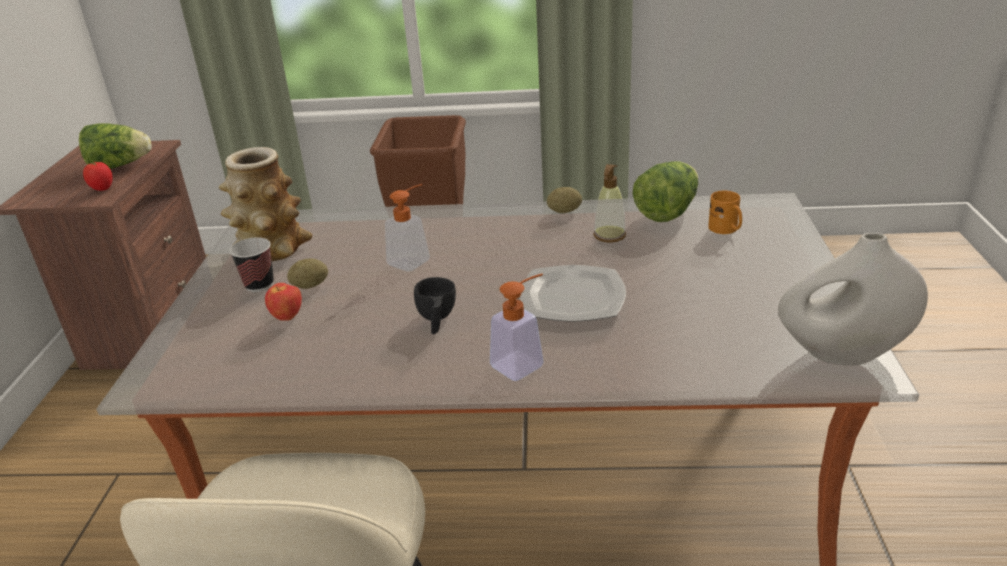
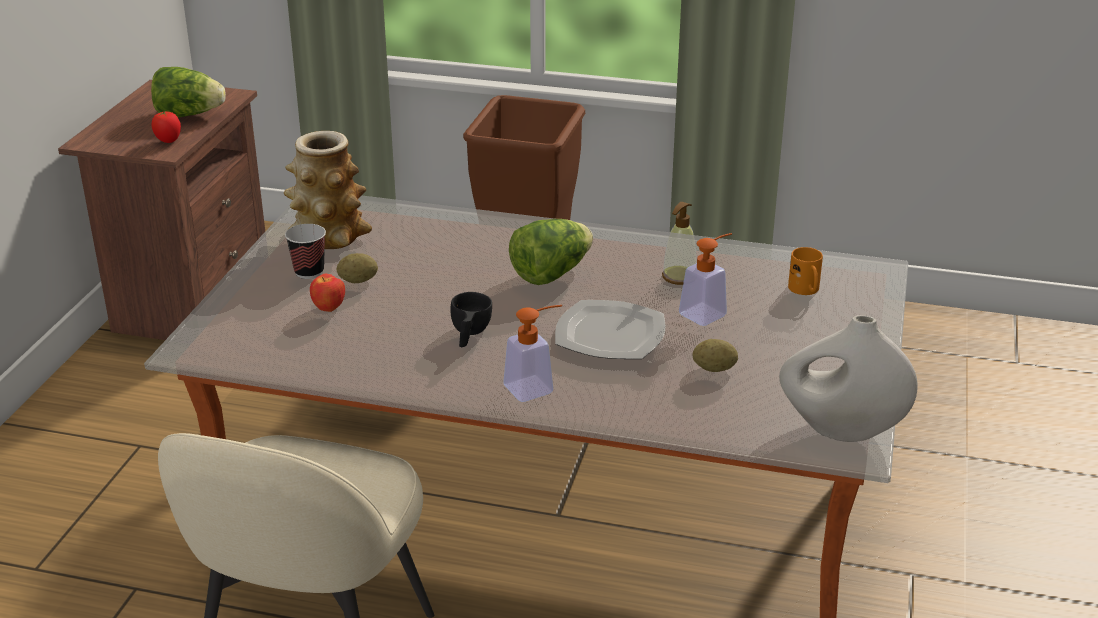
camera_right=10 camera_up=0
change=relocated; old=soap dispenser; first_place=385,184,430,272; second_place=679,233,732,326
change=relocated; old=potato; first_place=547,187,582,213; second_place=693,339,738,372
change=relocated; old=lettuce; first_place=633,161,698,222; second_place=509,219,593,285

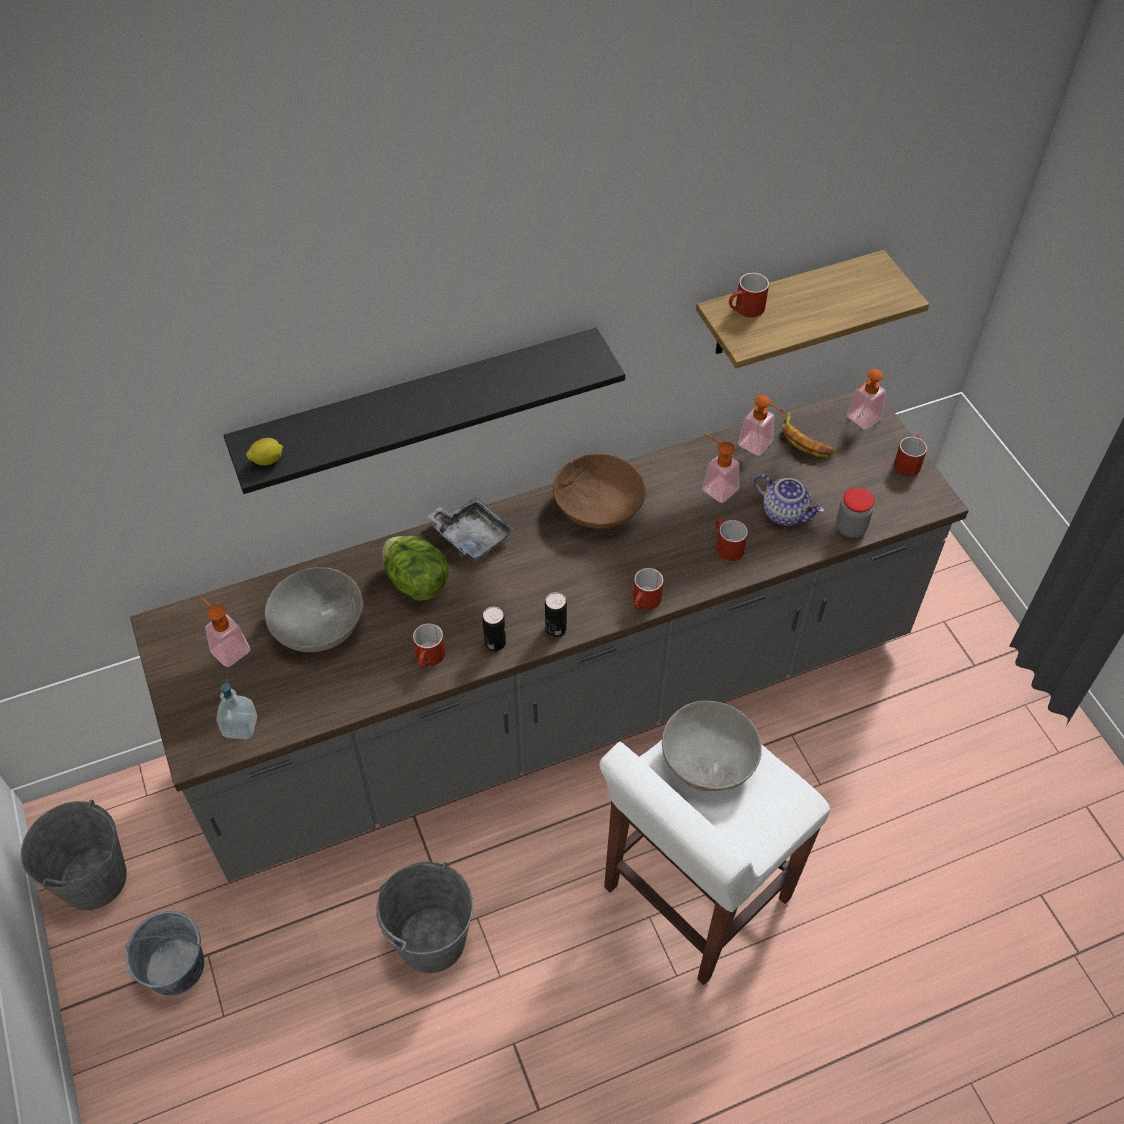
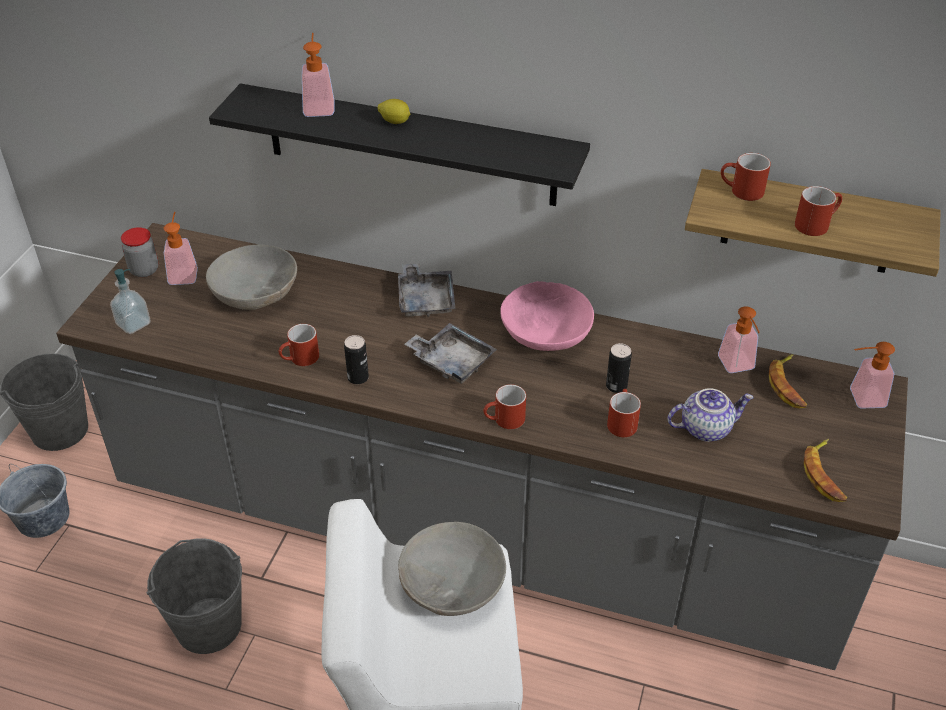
camera_right=40 camera_up=-10
change=missing; old=lettuce; first_place=382,536,449,601
change=appeared; new=tray/grey; second_place=405,323,497,384
change=appeared; new=banana; second_place=803,439,847,502
change=relocated; old=lemon; first_place=246,438,283,465; second_place=378,99,410,124
change=relocated; old=can; first_place=545,592,567,637; second_place=606,343,632,393
change=relocated; old=soap dispenser; first_place=702,433,740,503; second_place=302,33,335,117
change=relocated; old=jar; first_place=836,488,874,538; second_place=121,227,158,277
change=relocated; old=mug/red; first_place=894,434,927,476; second_place=795,186,843,236
change=colour; old=bowl/brown; new=bowl/pink; first_place=553,454,646,529; second_place=500,281,594,351
change=spun; old=teapot; first_place=754,474,824,525; second_place=667,388,754,442; degrees=-90

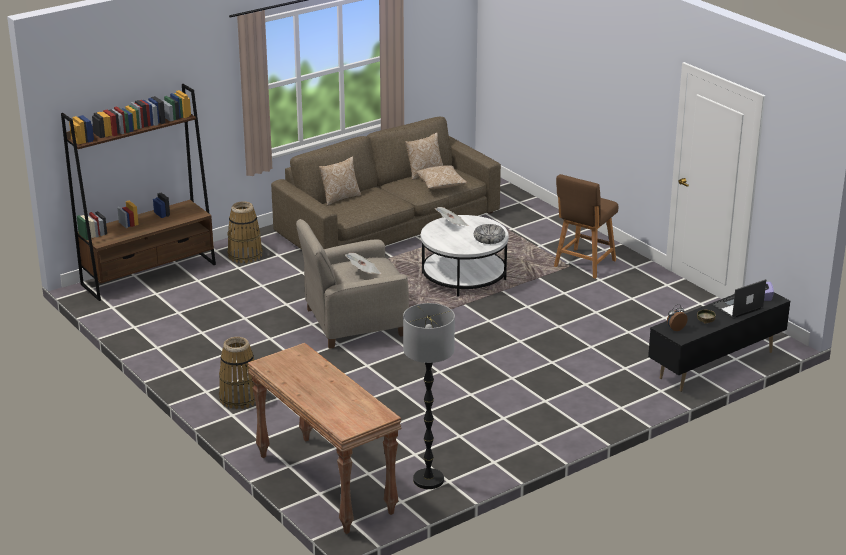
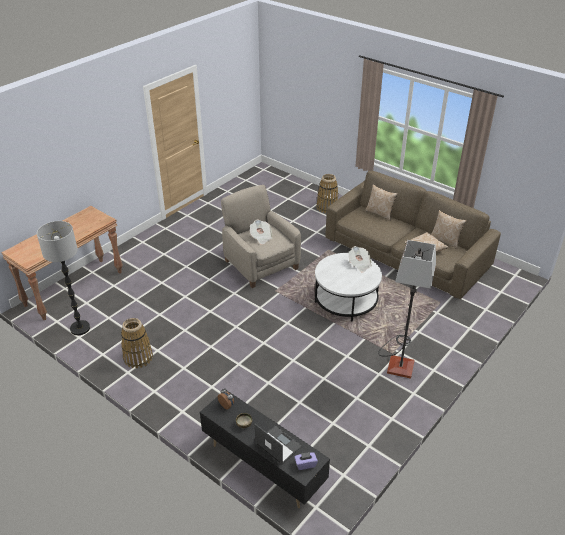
camera_right=75 camera_up=10
change=missing; old=bookcase/brown; first_place=61,84,216,301
change=missing; old=bowl; first_place=474,224,505,244
change=relocated; old=basket; first_place=219,337,255,409; second_place=121,318,153,368
change=exchanged; old=stool/brown; new=floor lamp; first_place=554,174,618,279; second_place=378,240,436,379

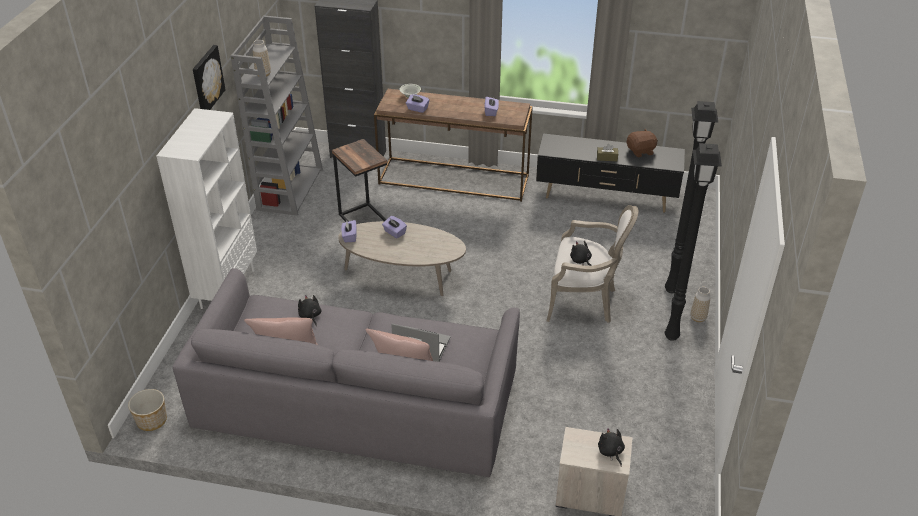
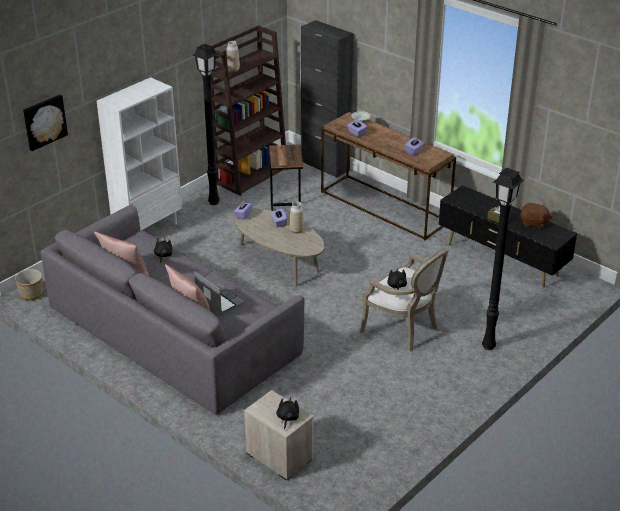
camera_right=30 camera_up=-5
change=relocated; old=picture; first_place=193,45,225,110; second_place=23,95,68,151
change=relocated; old=floor lamp/black; first_place=665,143,722,341; second_place=193,44,220,205
change=relocated; old=vase; first_place=691,287,711,322; second_place=290,201,304,233
change=colour; old=bookcase/grey; new=bookcase/brown; first_place=231,15,323,216; second_place=211,25,288,196

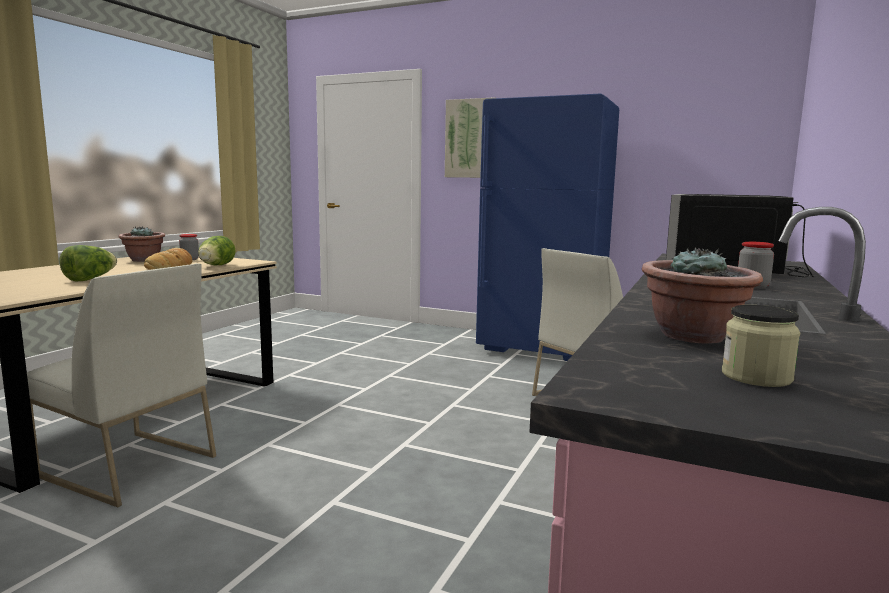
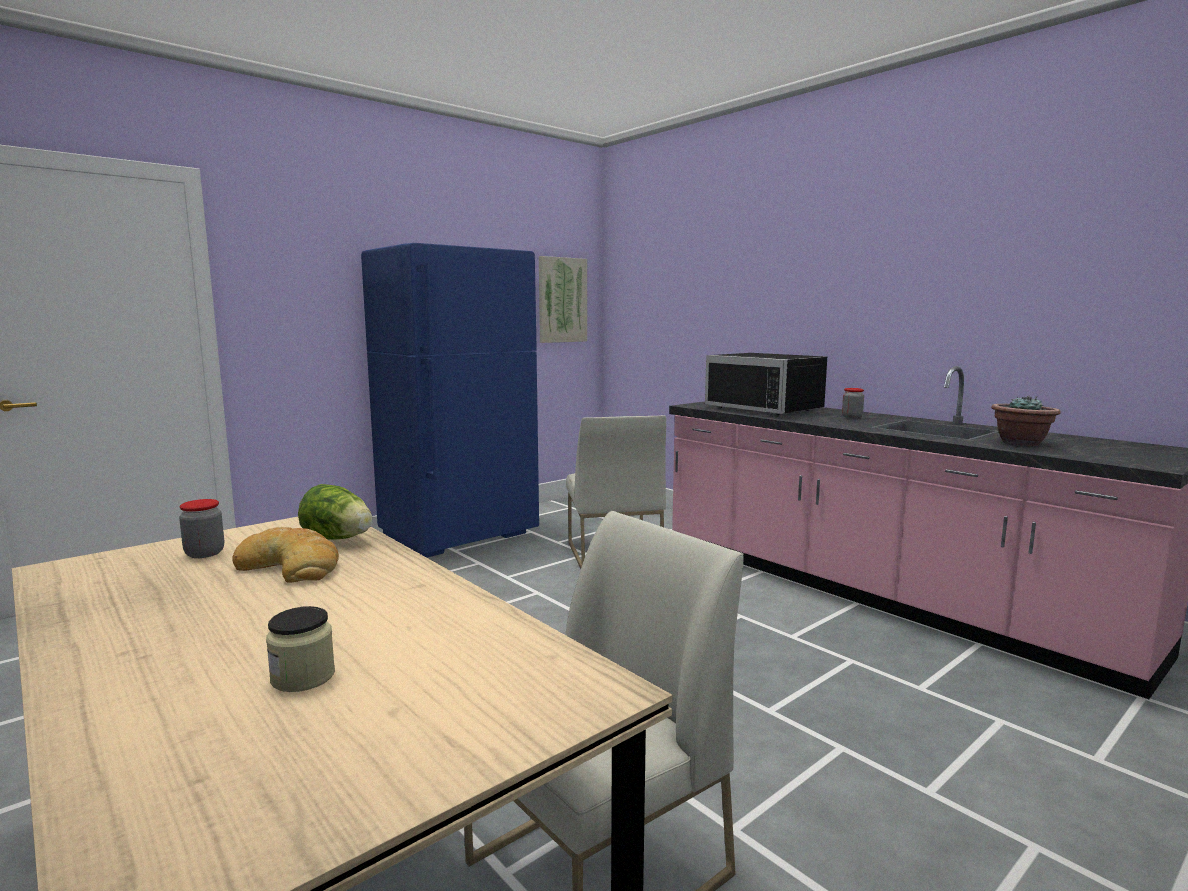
camera_right=-65 camera_up=0
change=missing; old=lettuce; first_place=59,245,117,281
change=missing; old=potted plant; first_place=119,226,165,262
change=relocated; old=picture; first_place=445,97,495,178; second_place=539,256,587,343
change=relocated; old=jar; first_place=722,305,800,387; second_place=266,606,335,692

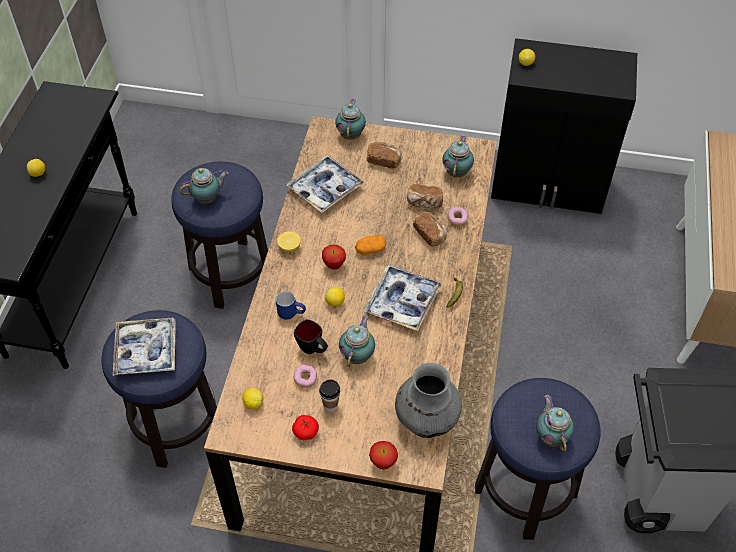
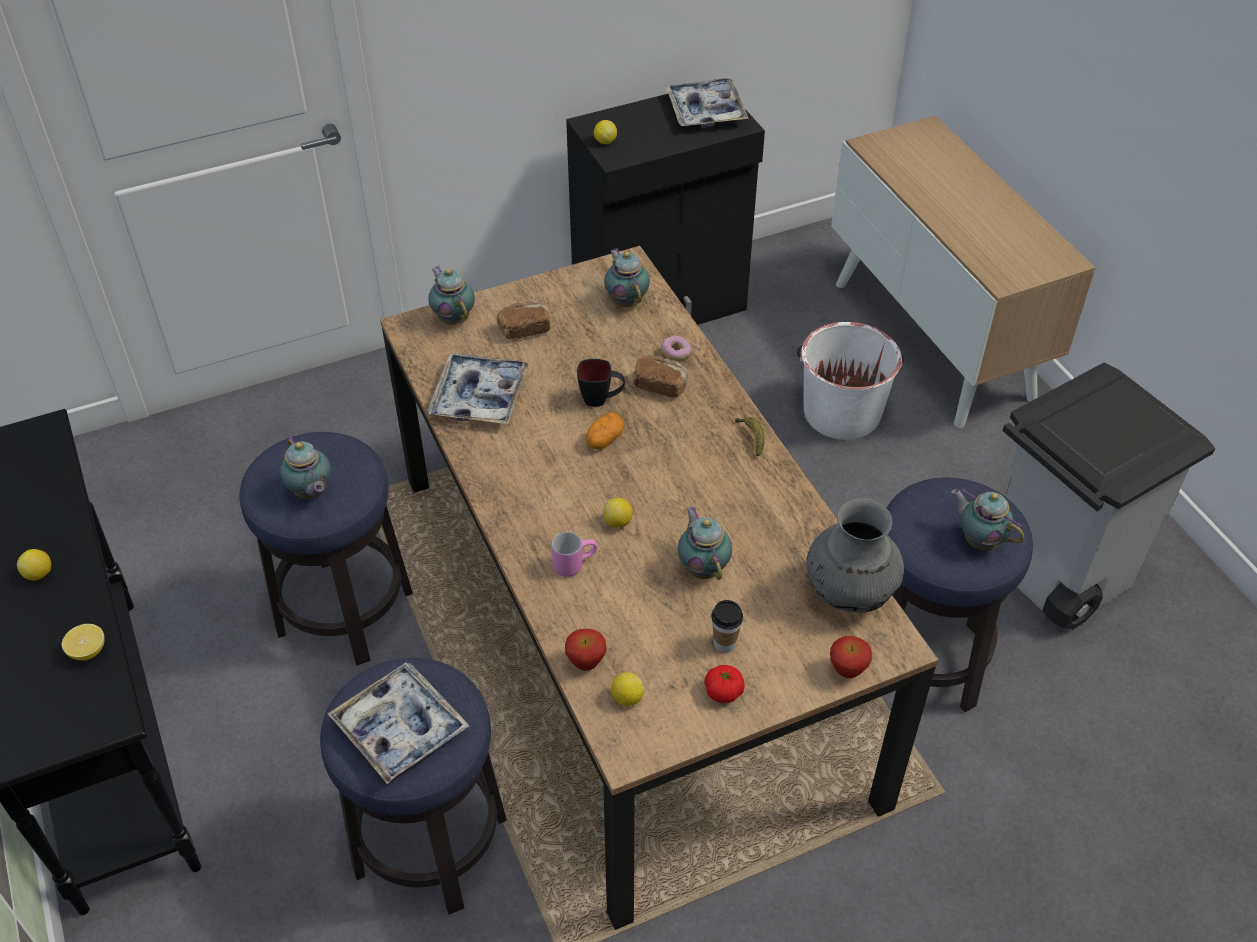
camera_right=-35 camera_up=-5
change=missing; old=donut; first_place=294,365,317,388
change=missing; old=bread; first_place=407,184,443,209
change=appeared; new=bucket/white; second_place=797,322,904,440
change=relocated; old=lemon; first_place=277,232,301,252; second_place=61,624,105,661
change=relocated; old=mug/black; first_place=294,319,328,355; second_place=577,359,625,407
change=relocated; old=apple; first_place=322,245,346,270; second_place=565,629,606,671
change=relocated; old=tray; first_place=364,265,442,331; second_place=666,78,749,128
change=colour; old=mug/blue; new=mug/pink; first_place=276,291,306,320; second_place=552,532,597,577
change=spun; old=teapot; first_place=180,168,229,204; second_place=280,435,331,499; degrees=120

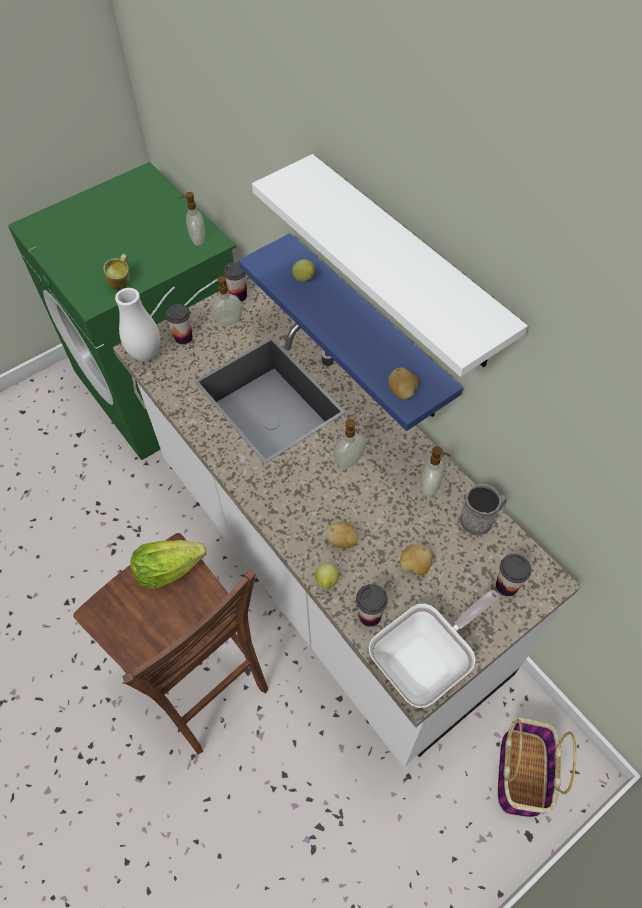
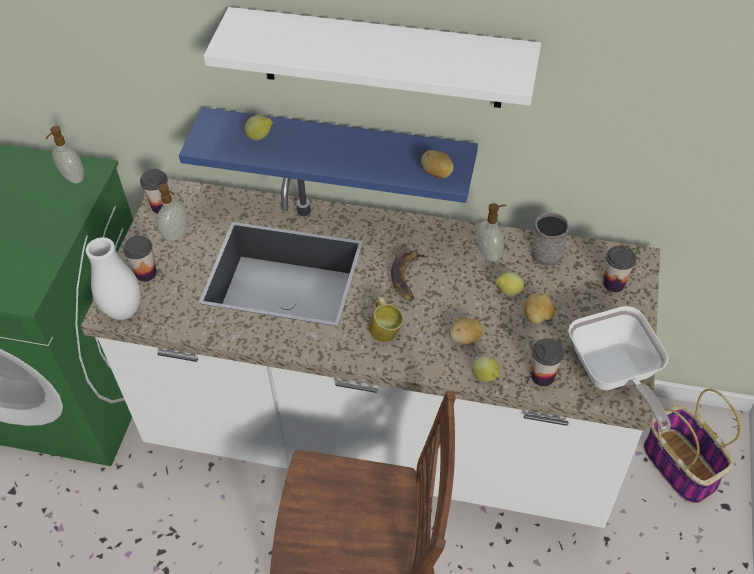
camera_right=-40 camera_up=-5
change=missing; old=lettuce; first_place=130,540,206,589
change=appeared; new=lemon; second_place=495,272,524,296
change=relocated; old=mug; first_place=103,254,130,289; second_place=369,297,404,342
change=exchanged; old=soap dispenser; new=banana; first_place=333,419,366,469; second_place=391,250,429,301
change=spun; old=frying pan; first_place=369,590,500,708; second_place=568,306,671,432; degrees=150

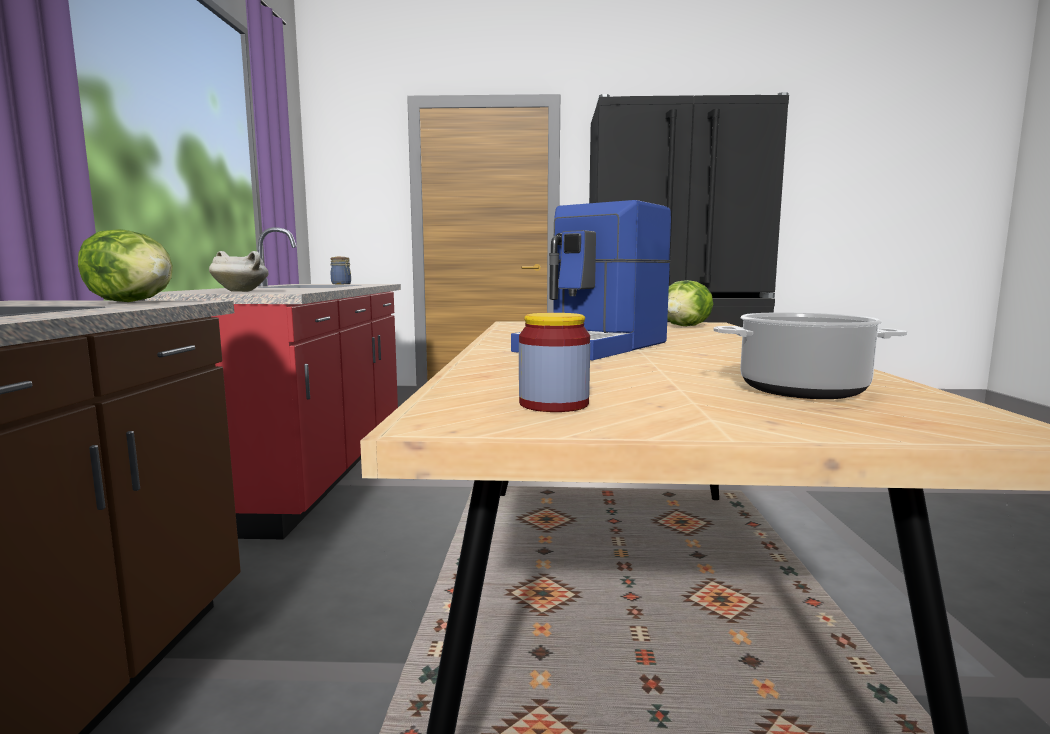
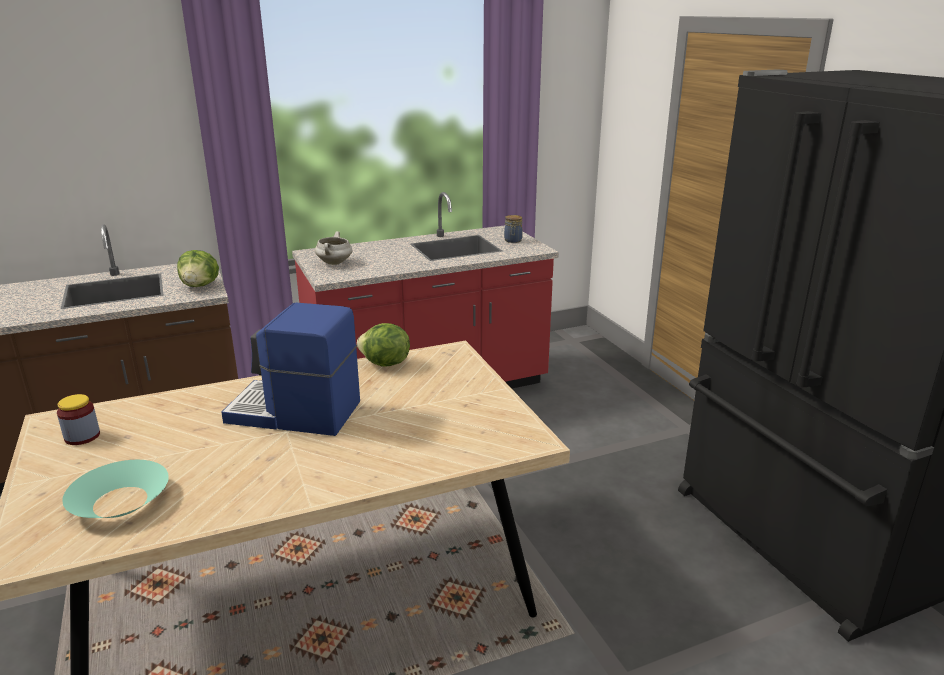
camera_right=65 camera_up=15
change=relocated; old=lettuce; first_place=667,280,713,326; second_place=357,323,410,367
change=exchanged; old=cooking pot; new=bowl/turquoise; first_place=713,313,908,399; second_place=62,460,169,518

